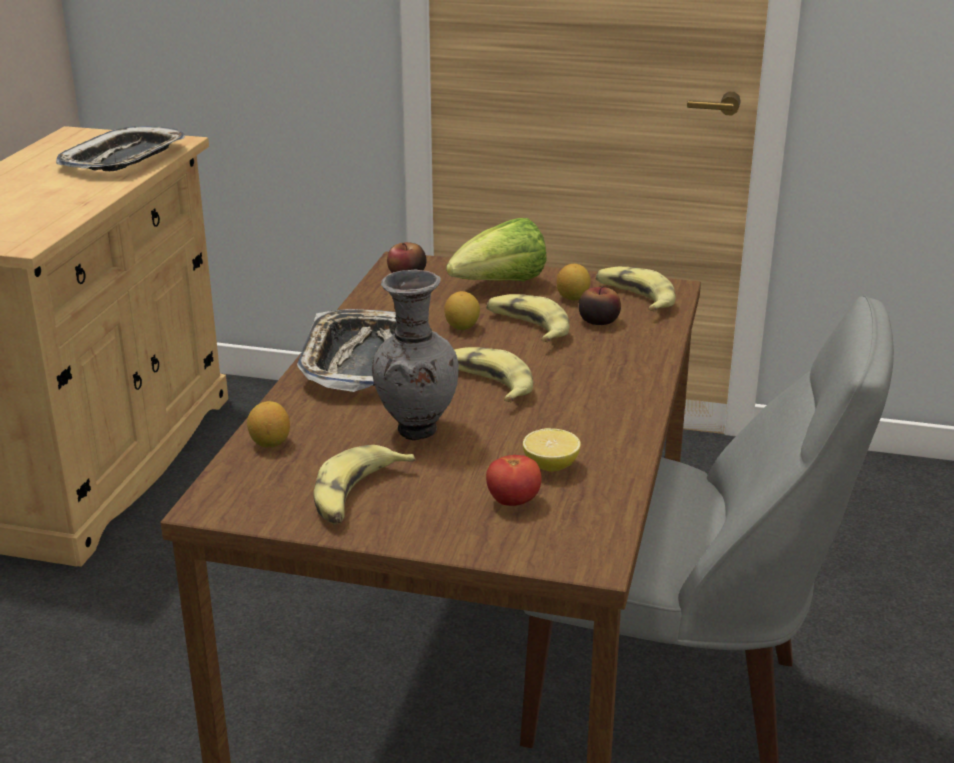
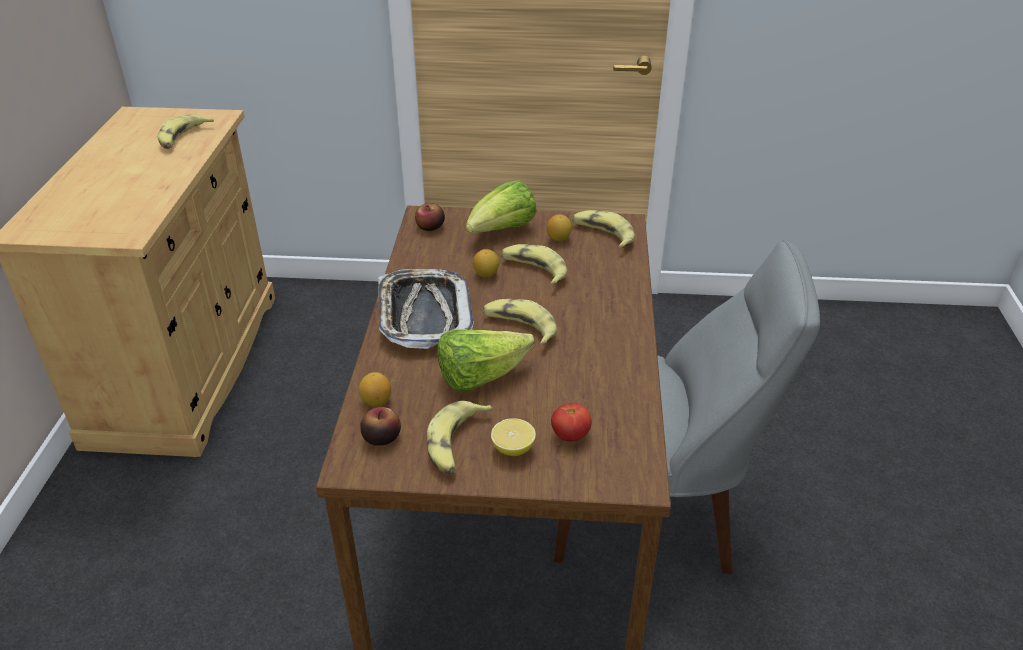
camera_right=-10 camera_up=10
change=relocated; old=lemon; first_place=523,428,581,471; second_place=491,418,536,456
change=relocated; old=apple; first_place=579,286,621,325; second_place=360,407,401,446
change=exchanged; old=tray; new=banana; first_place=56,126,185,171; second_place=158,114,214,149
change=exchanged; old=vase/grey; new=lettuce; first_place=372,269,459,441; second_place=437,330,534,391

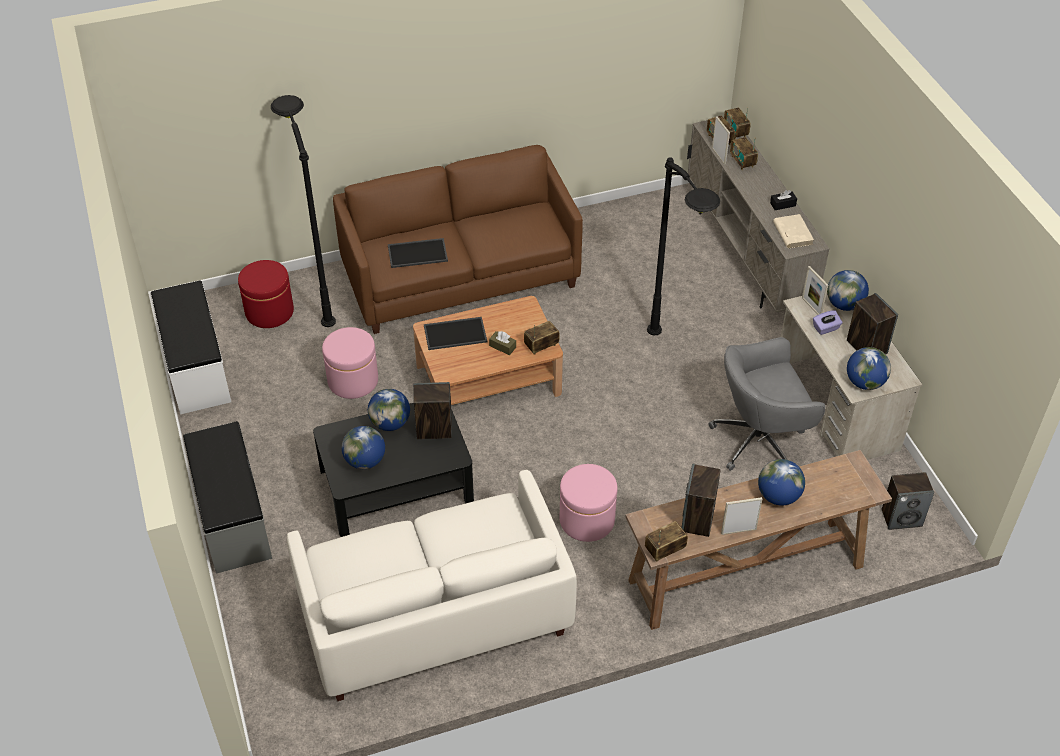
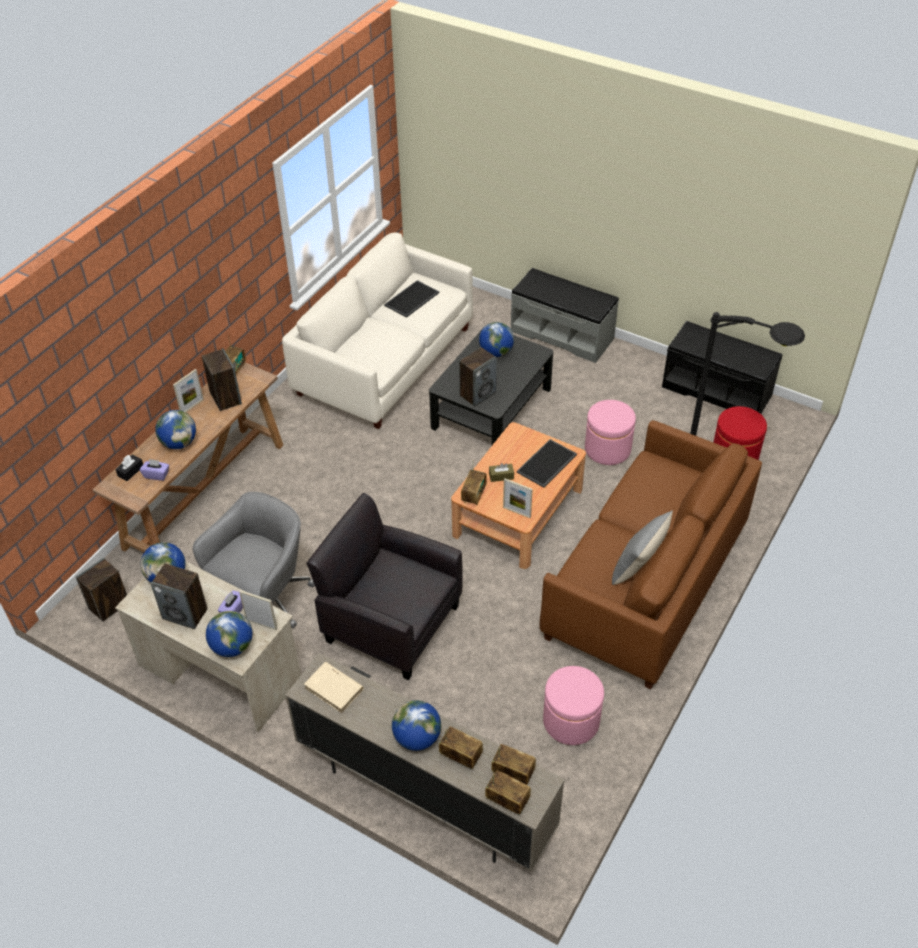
camera_right=140 camera_up=0
change=appeared; new=tissue box/purple; second_place=140,459,169,481
change=appeared; new=pillow/grey; second_place=612,510,673,585
change=relocated; old=globe; first_place=368,389,410,431; second_place=392,700,441,751
change=relocated; old=tray; first_place=388,238,448,268; second_place=384,280,439,318
change=relocated; old=ottoman/pink; first_place=560,464,618,542; second_place=543,666,604,745
change=relocated; old=picture frame; first_place=712,117,730,164; second_place=503,478,533,518
change=relocated; old=tissue box/black; first_place=770,190,797,210; second_place=115,454,143,481
change=exchanged; old=floor lamp/black; new=armchair/black; first_place=647,158,720,335; second_place=306,493,463,680
change=colour; old=bench/white; new=bench/black; first_place=151,280,231,414; second_place=662,321,782,414

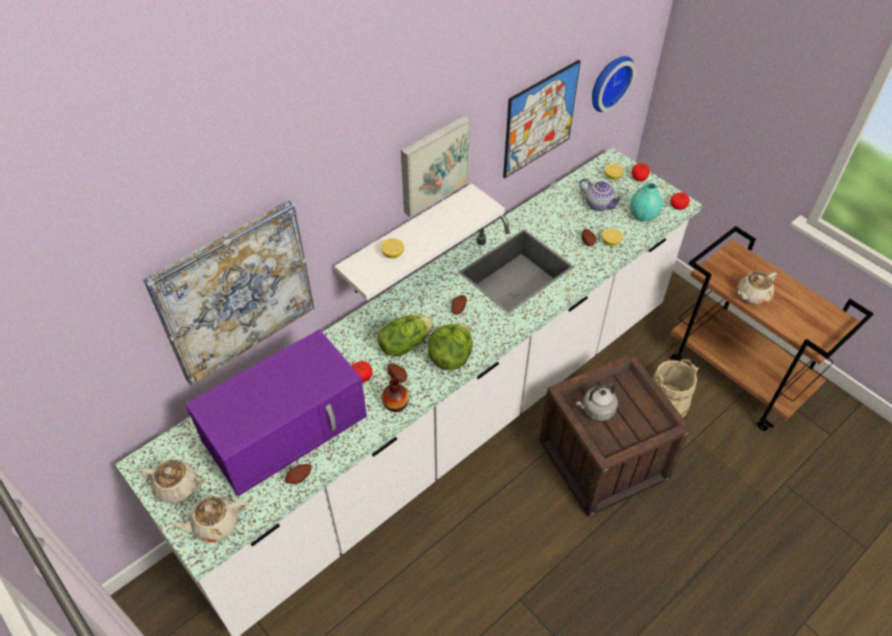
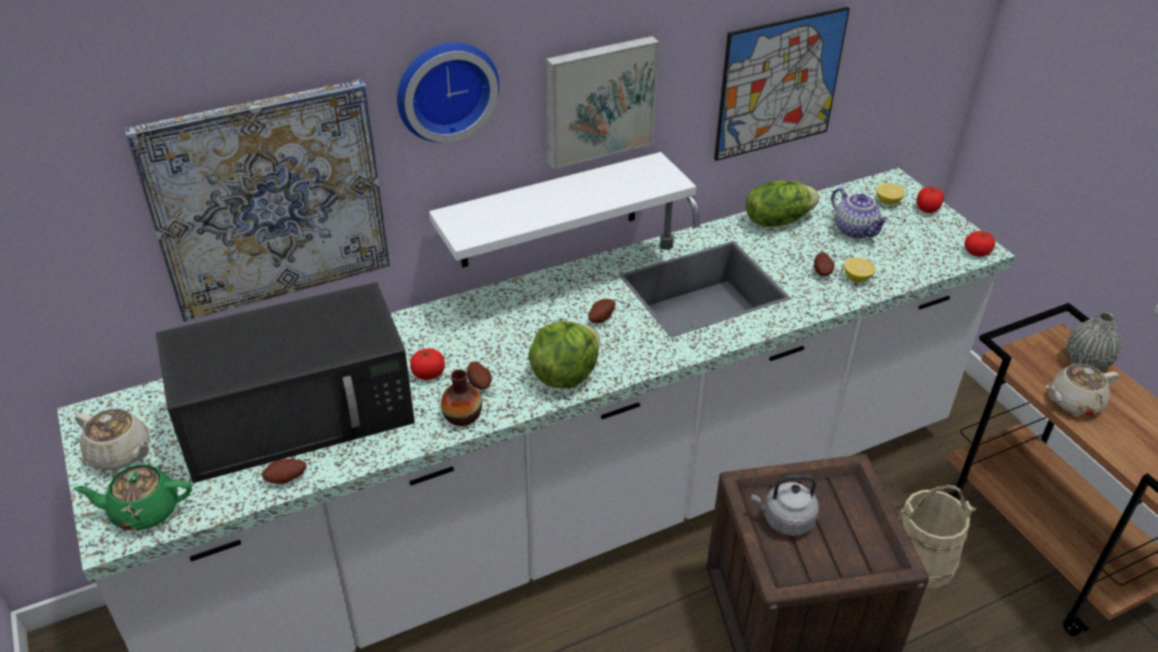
camera_right=15 camera_up=-10
change=missing; old=lemon; first_place=381,238,404,258
change=missing; old=vase/turquoise; first_place=630,182,663,221
change=appeared; new=vase/grey; second_place=1067,312,1121,371
change=relocated; old=lettuce; first_place=377,315,434,357; second_place=746,181,819,227
change=relocated; old=wall clock; first_place=592,56,636,112; second_place=397,43,499,142
change=colour; old=teapot/beige; new=teapot/green; first_place=169,496,246,542; second_place=73,464,192,531
change=colour; old=microwave/purple; new=microwave/black; first_place=185,329,367,496; second_place=156,282,415,483

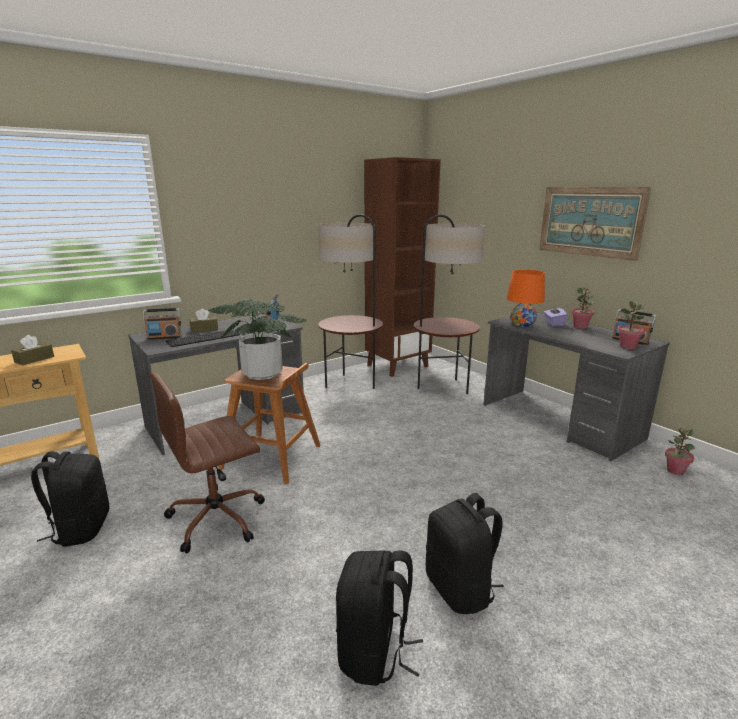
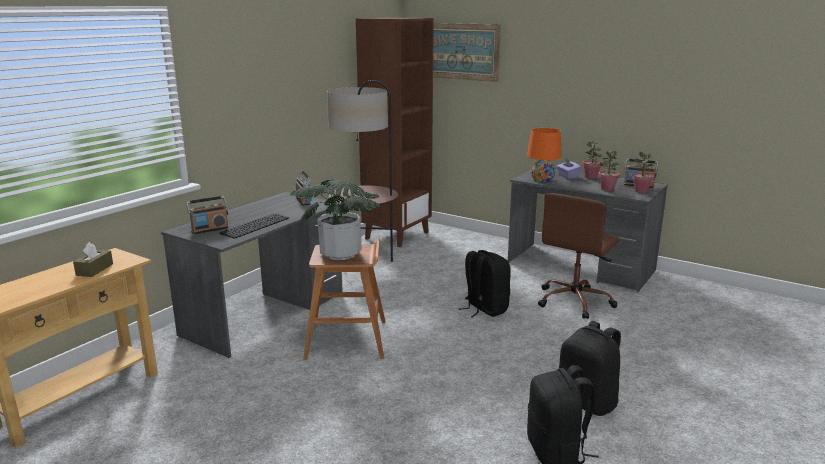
camera_right=-20 camera_up=0
change=missing; old=tissue box/brown; first_place=190,308,218,333
change=missing; old=floor lamp; first_place=414,215,485,394
change=relocated; old=backpack/black; first_place=31,451,109,547; second_place=459,250,511,317
change=relocated; old=office chair/brown; first_place=149,372,265,553; second_place=538,193,619,319
change=relocated; old=picture; first_place=539,187,652,261; second_place=433,23,501,82
change=relocated; old=potted plant; first_place=665,428,695,475; second_place=598,151,620,191

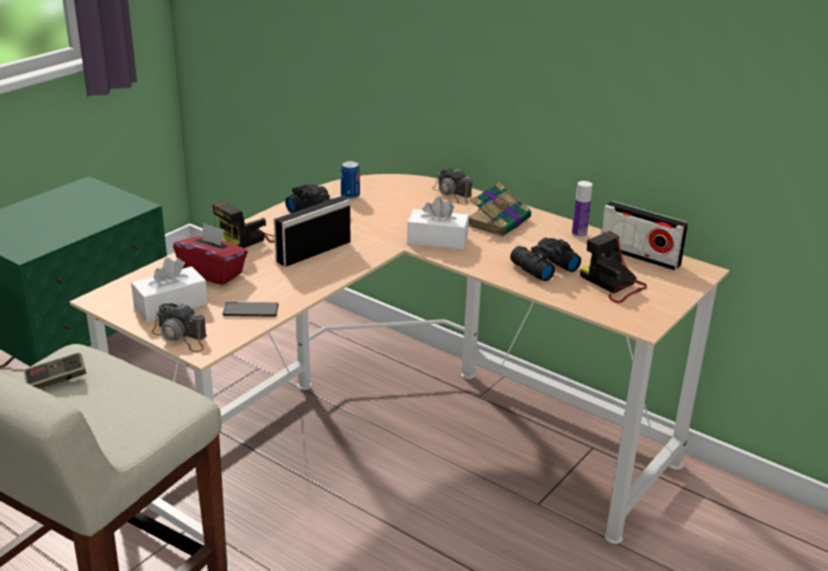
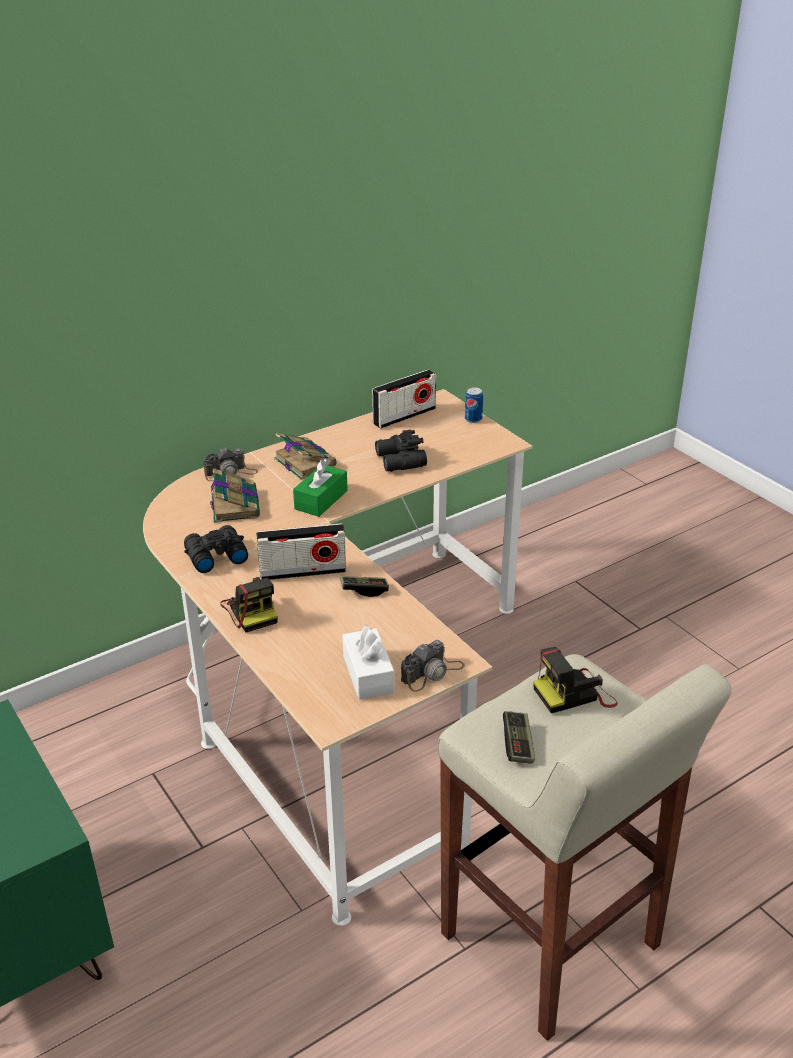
camera_right=-70 camera_up=5
change=missing; old=tissue box/red; first_place=173,223,248,285
change=missing; old=phone; first_place=223,302,278,317
change=missing; old=bottle; first_place=572,181,593,237
change=appeared; new=book; second_place=210,468,260,523
change=appeared; new=game controller; second_place=340,576,389,597
change=relocated; old=can; first_place=341,161,360,199; second_place=465,387,483,423
change=relocated; old=photo camera; first_place=580,231,647,303; second_place=533,647,618,713
change=colour; old=tissue box/white; new=tissue box/green; first_place=407,197,469,250; second_place=293,459,348,517
change=spun; old=radio; first_place=274,195,350,267; second_place=256,523,346,580; degrees=-75

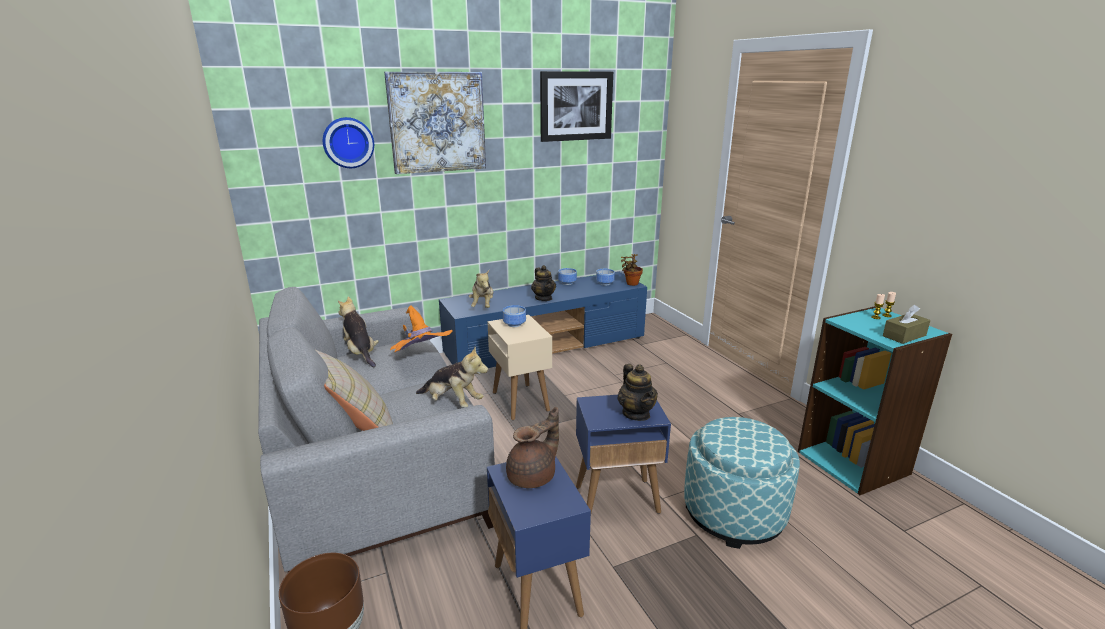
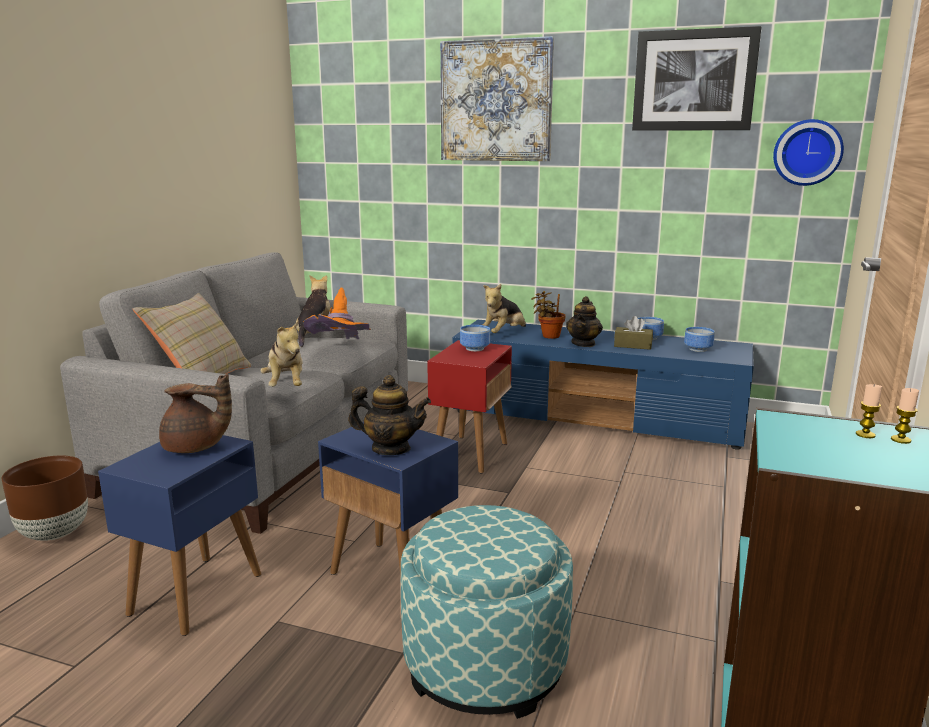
camera_right=45 camera_up=-5
change=relocated; old=wall clock; first_place=323,117,374,168; second_place=773,119,844,186
change=relocated; old=potted plant; first_place=621,254,643,286; second_place=531,291,566,339
change=relocated; old=tissue box/brown; first_place=883,305,931,344; second_place=614,316,653,350
change=colour; old=side table/beige; new=side table/red; first_place=487,315,552,420; second_place=427,340,512,474
change=spun; old=teapot; first_place=618,364,658,421; second_place=348,375,431,455; degrees=-105

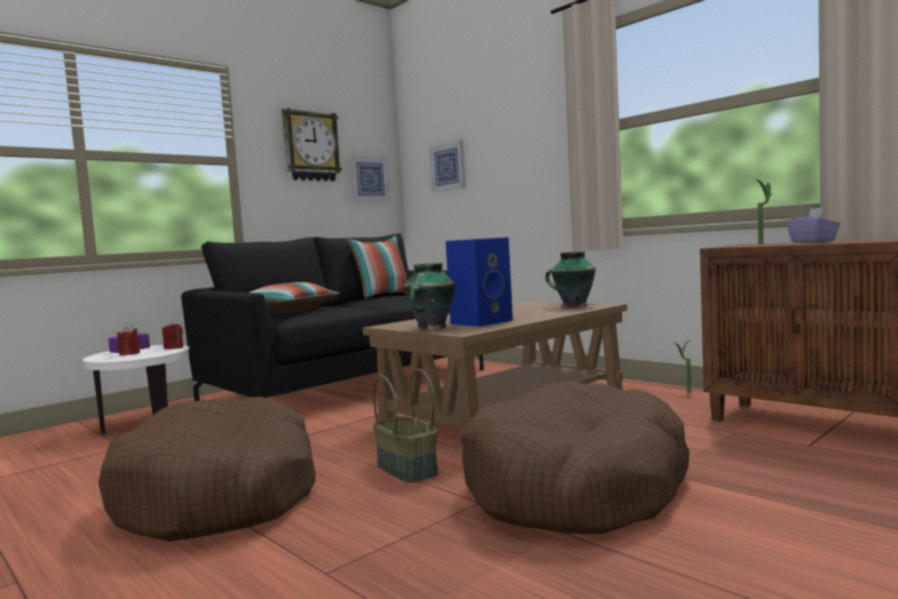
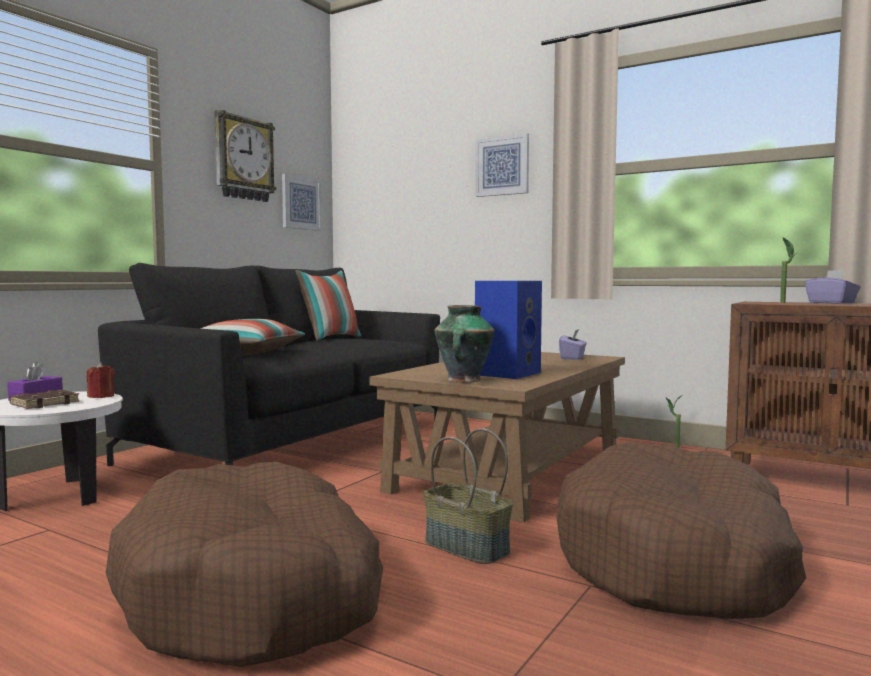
camera_right=-15 camera_up=0
change=relocated; old=picture; first_place=429,140,466,193; second_place=475,133,529,197
change=exchanged; old=candle/red; new=book/brown; first_place=117,326,140,356; second_place=10,390,79,409
change=exchanged; old=vase; new=tissue box/purple; first_place=545,251,596,308; second_place=559,329,587,360

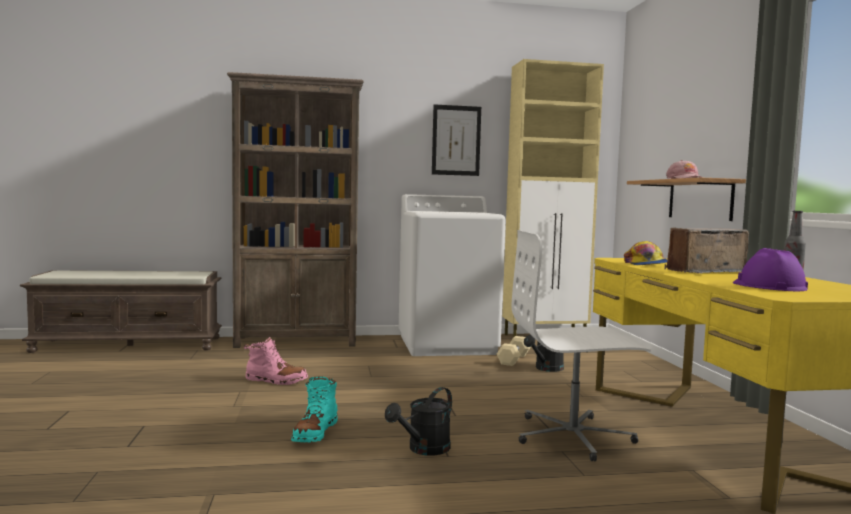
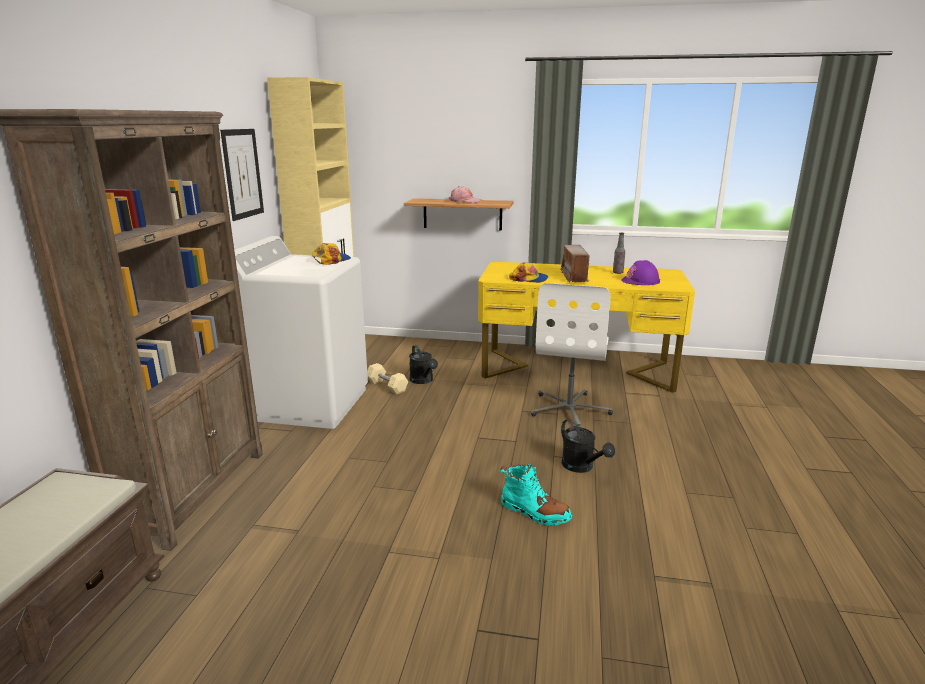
camera_right=-70 camera_up=15
change=missing; old=boot/pink; first_place=244,337,308,385
change=appeared; new=cap; second_place=312,243,351,265

